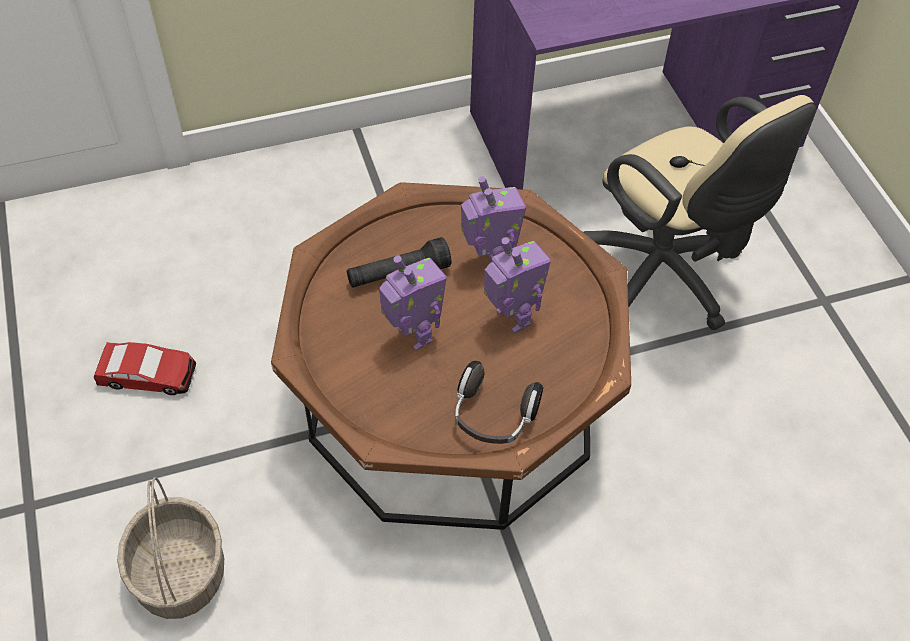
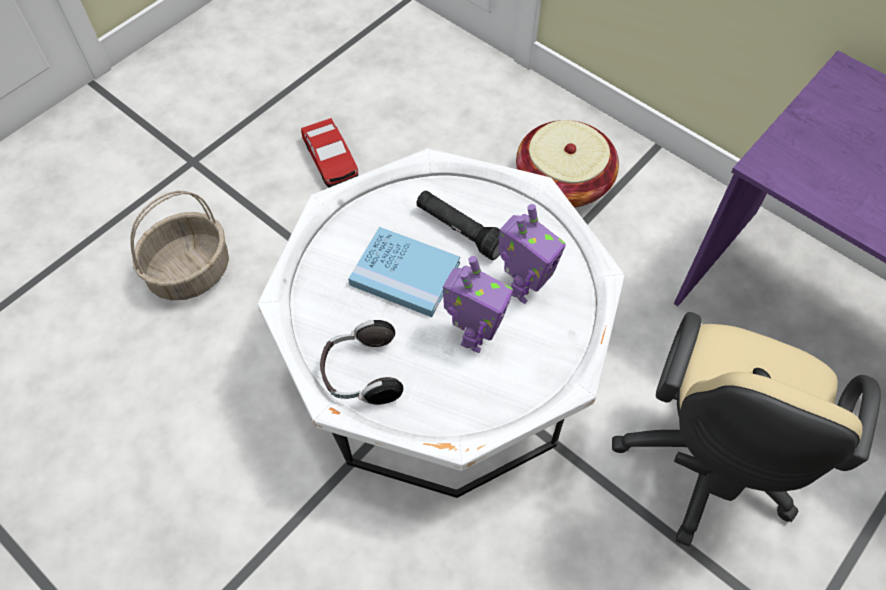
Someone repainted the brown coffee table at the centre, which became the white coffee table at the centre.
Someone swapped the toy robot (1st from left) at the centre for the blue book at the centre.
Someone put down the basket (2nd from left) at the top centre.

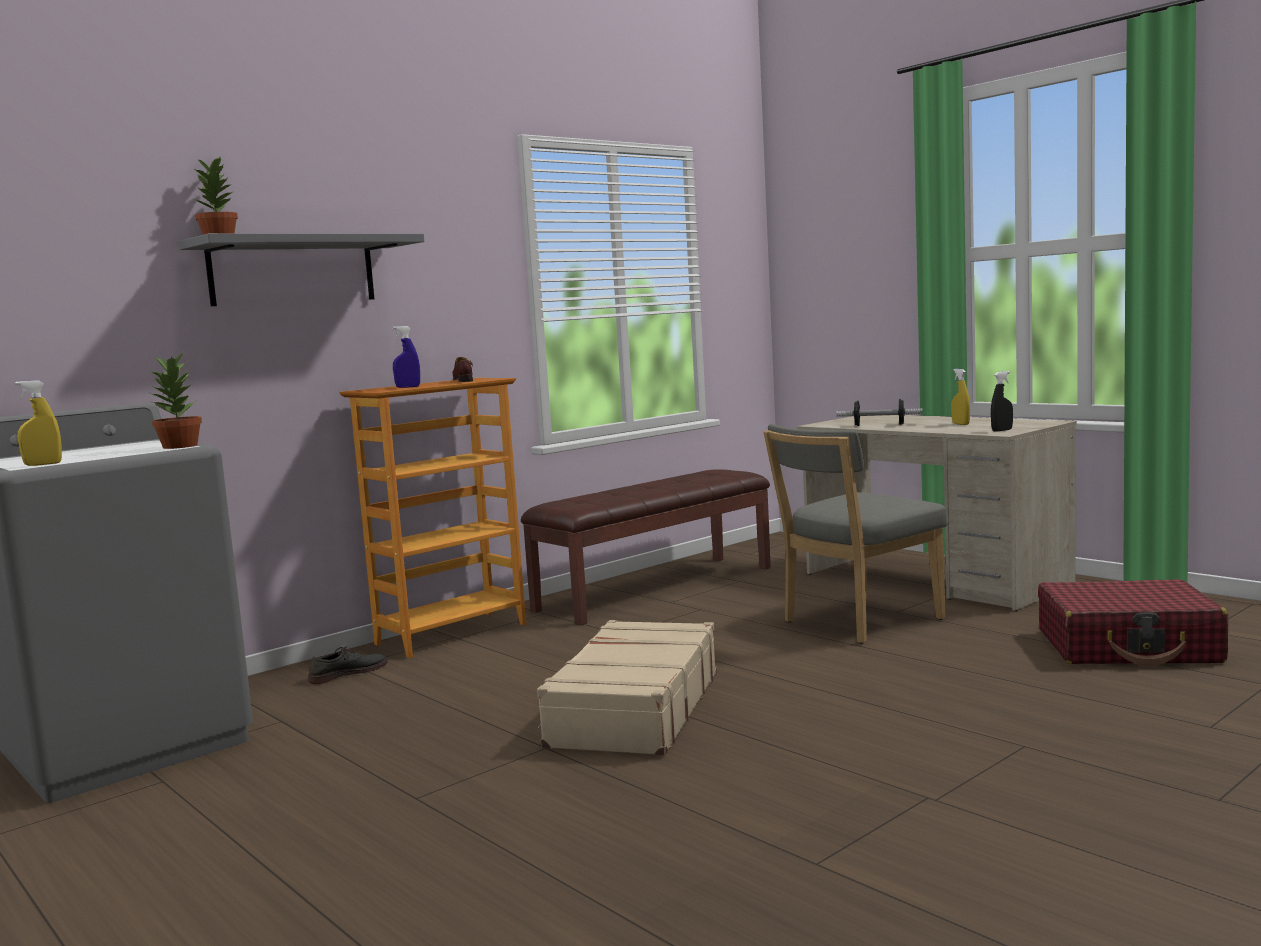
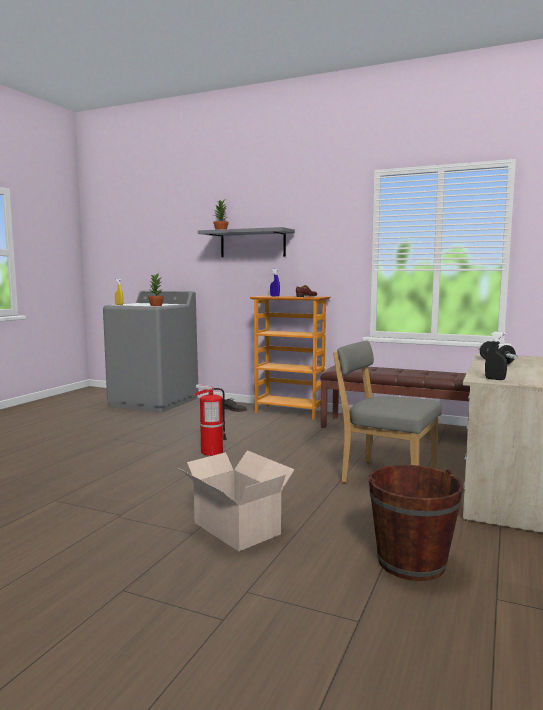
Someone swapped the beige suitcase at the bottom centre for the fire extinguisher at the centre.
Someone took away the yellow spray bottle (2nd from left) at the middle right.
Someone swapped the red suitcase at the middle right for the brown bucket at the bottom right.
Someone put down the cardboard box at the bottom centre.

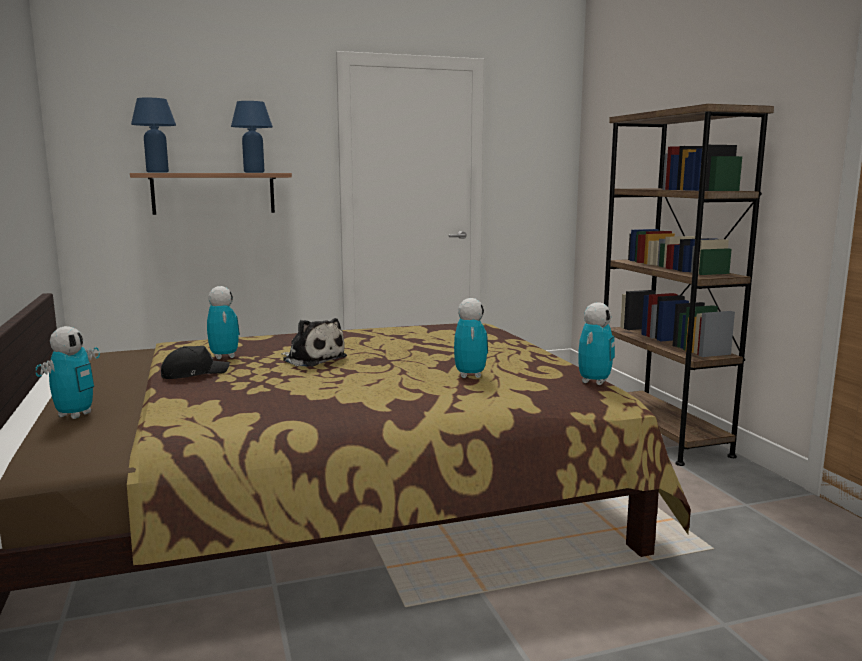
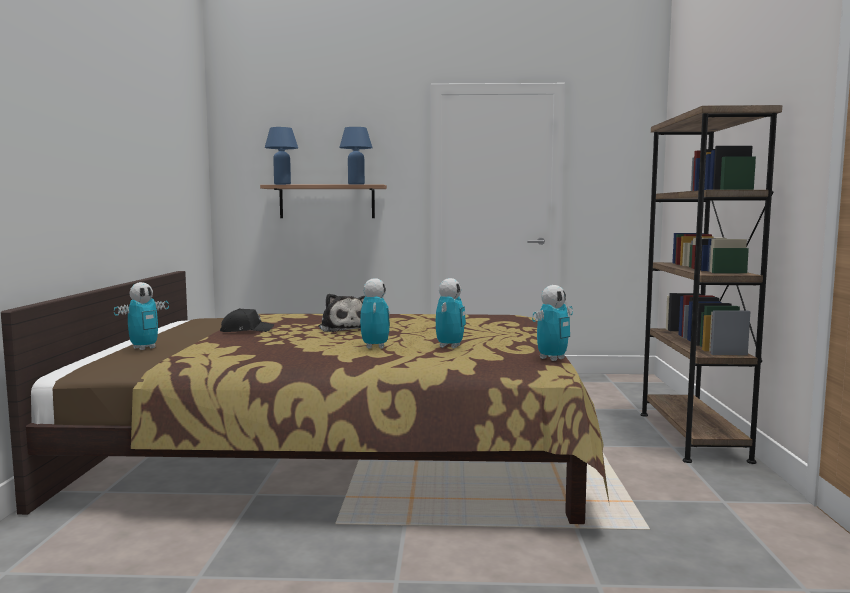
Someone carried the toy robot (2nd from left) from the middle left to the centre.

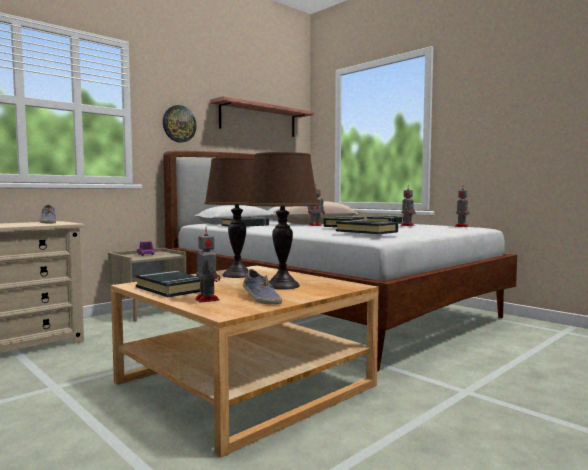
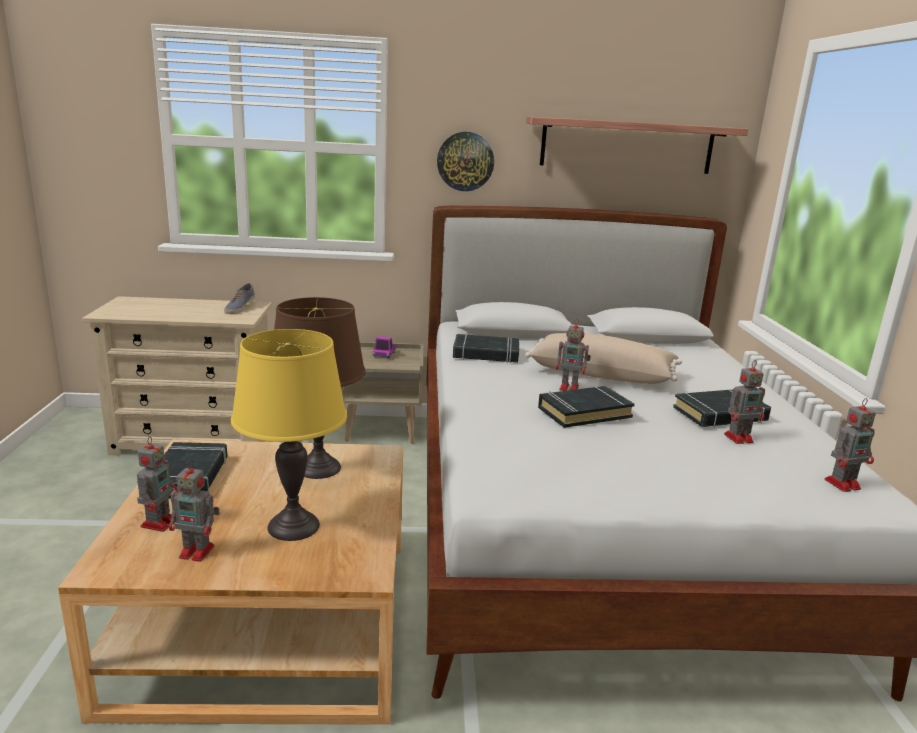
Someone swapped the shoe (2nd from left) at the centre for the toy robot (2nd from left) at the bottom left.
Someone repainted the brown table lamp (2nd from left) at the centre, which became the yellow table lamp at the middle left.
Someone took away the black book (4th from left) at the centre.

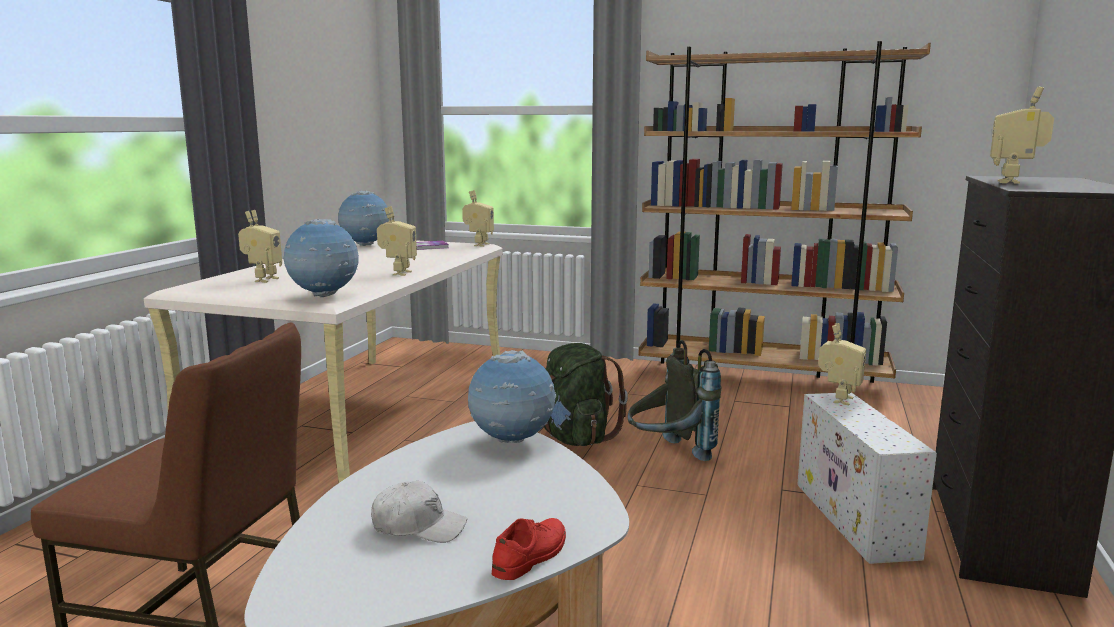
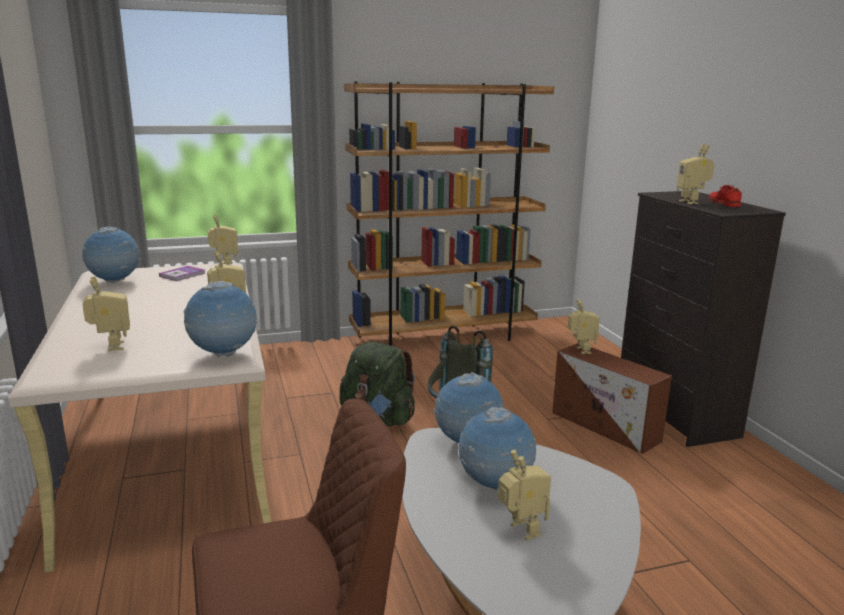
Someone swapped the white cap at the bottom centre for the toy robot (4th from left) at the bottom centre.
Someone carried the red shoe from the bottom centre to the top right.
Someone repainted the white storage box at the bottom right, which became the brown storage box at the middle right.
Someone put down the globe (4th from left) at the bottom centre.

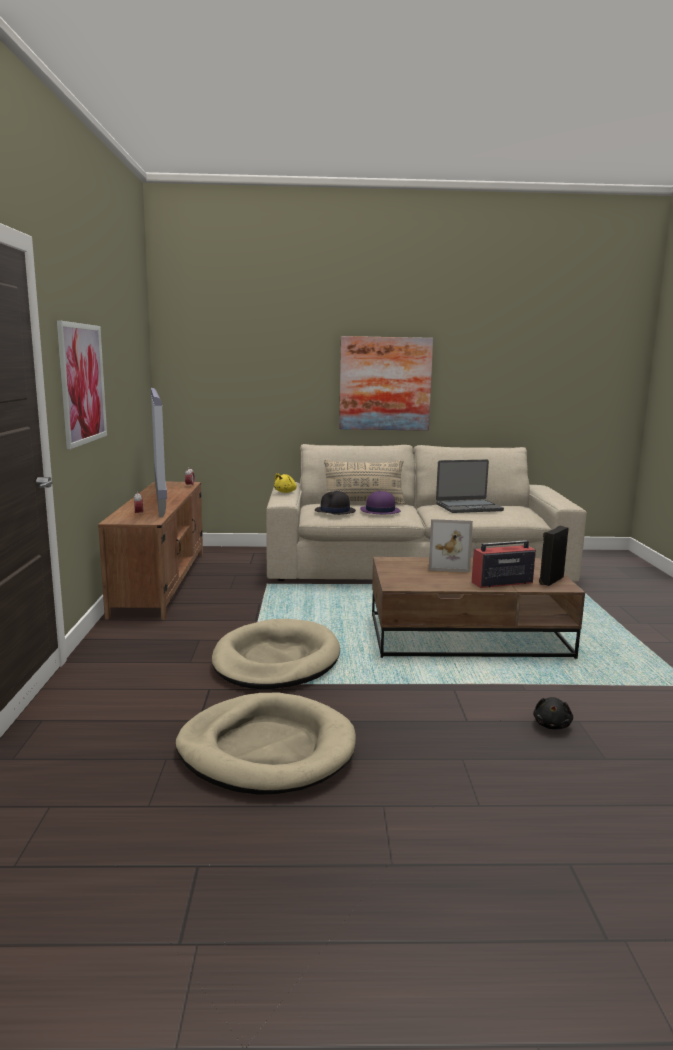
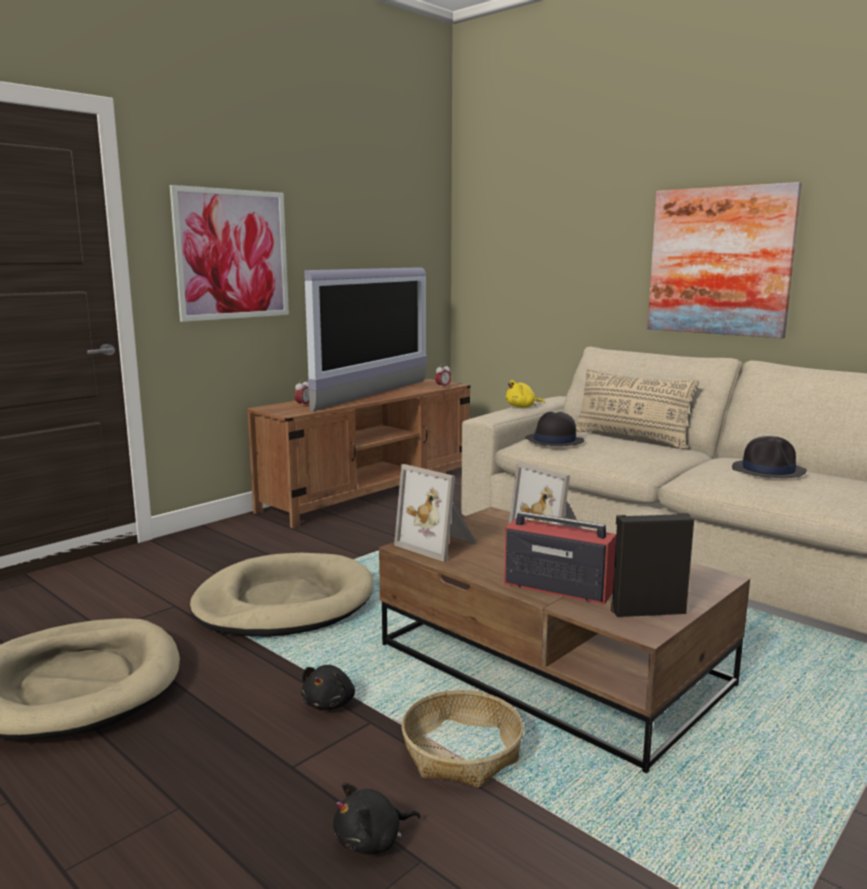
Someone took away the purple hat at the centre.
Someone swapped the laptop at the middle right for the black hat (2nd from left) at the middle right.
Someone put down the black plush toy (1st from left) at the bottom centre.
Someone put down the picture frame (1st from left) at the centre.
Someone put down the basket at the bottom centre.

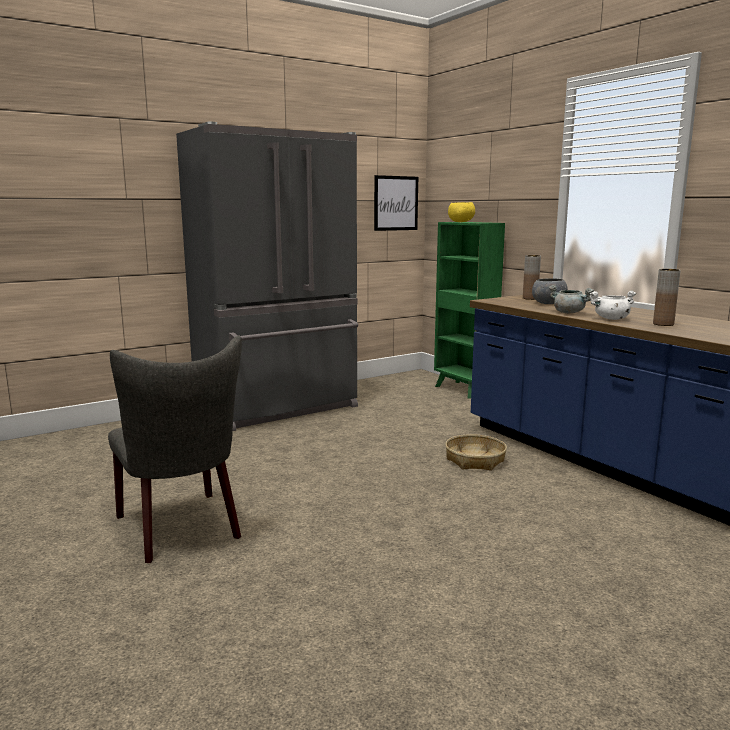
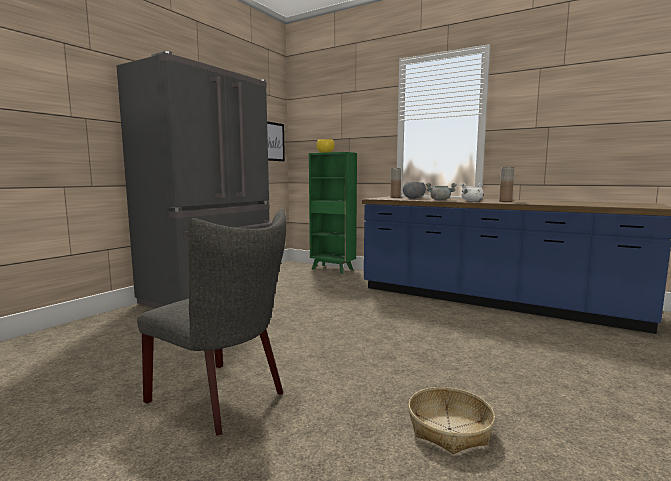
Someone carried the basket from the centre to the bottom right.

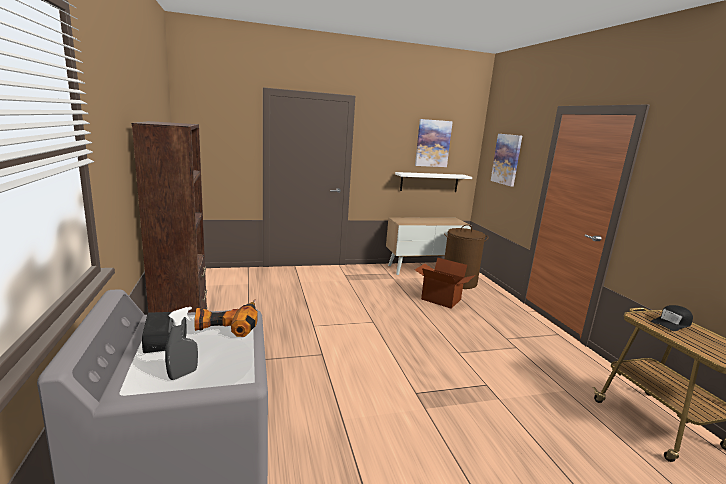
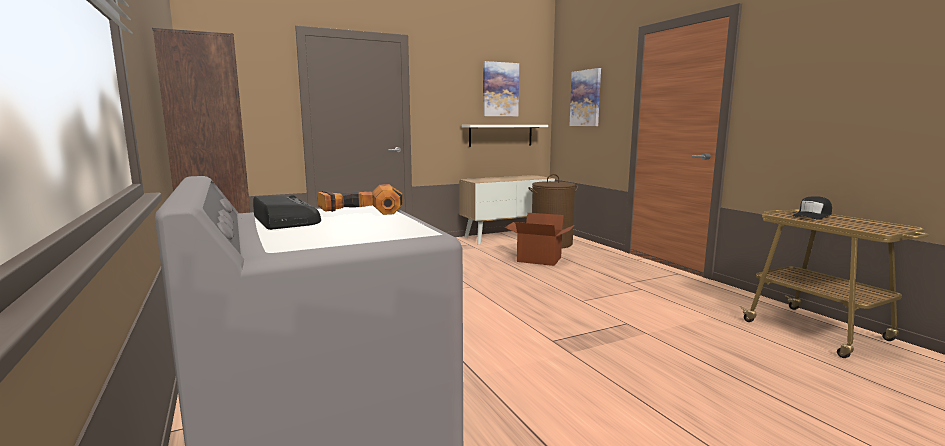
Someone took away the grey spray bottle at the bottom left.

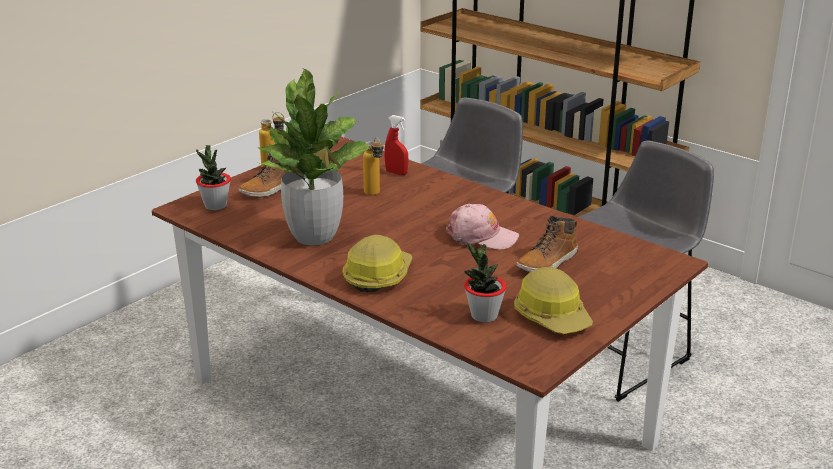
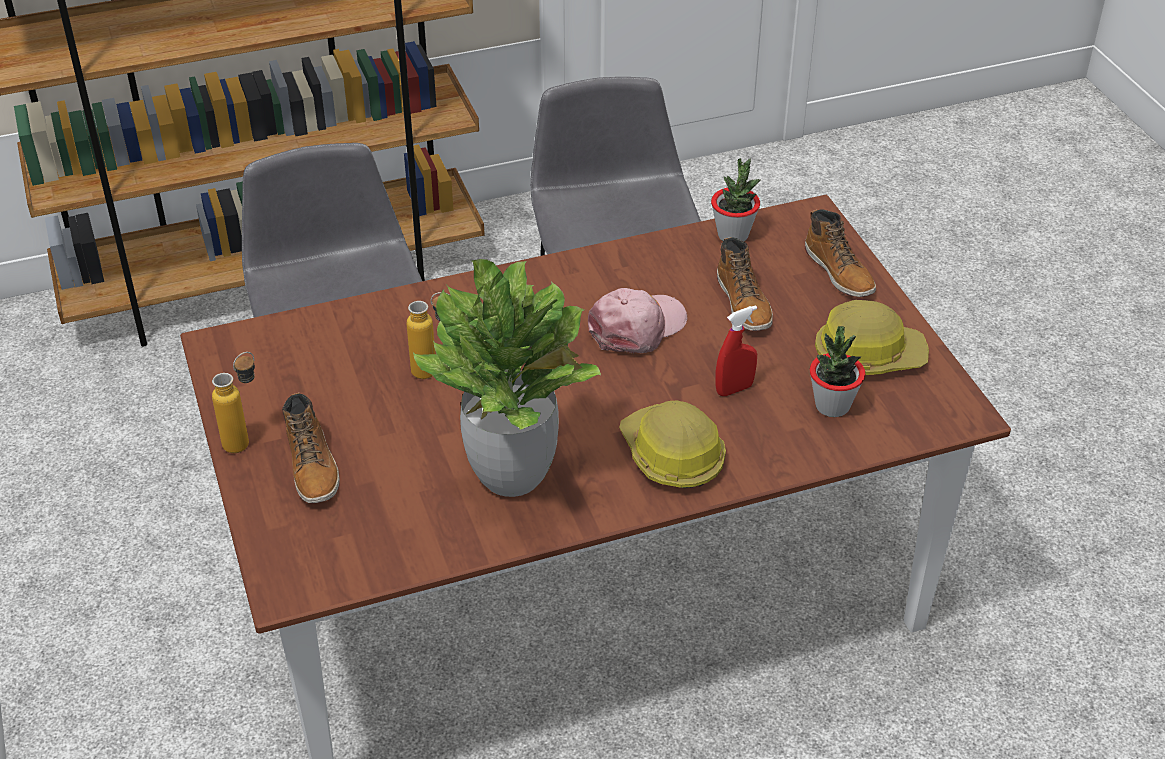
Someone carried the potted plant (1st from left in the first image) from the middle left to the top centre.
Someone carried the red spray bottle from the top centre to the centre.
Someone put down the boot (3rd from left) at the middle right.

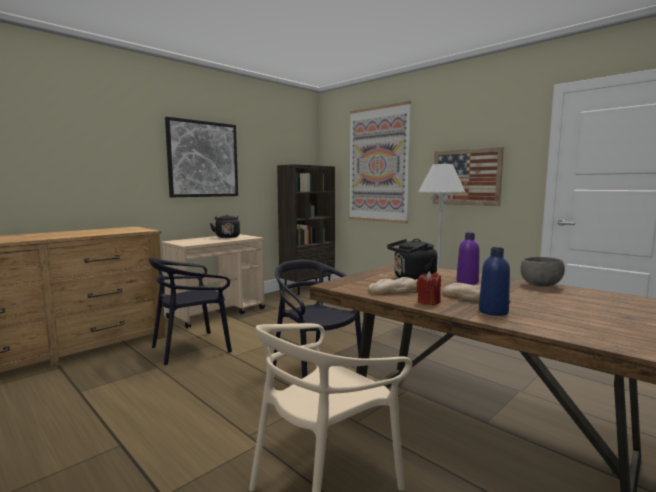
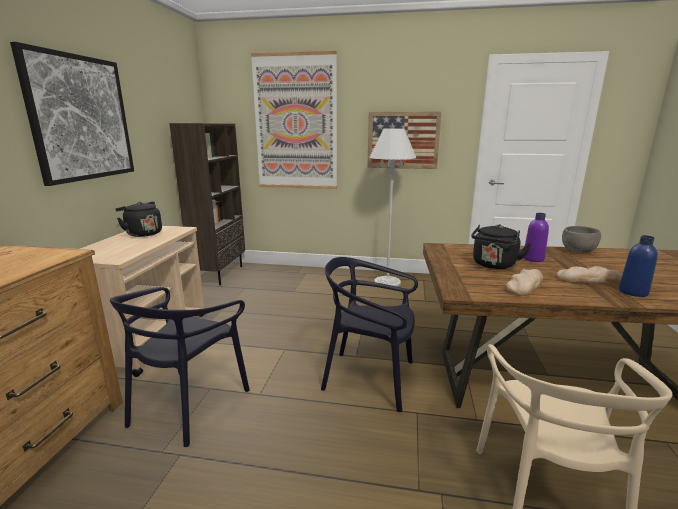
Someone took away the red candle at the centre.

